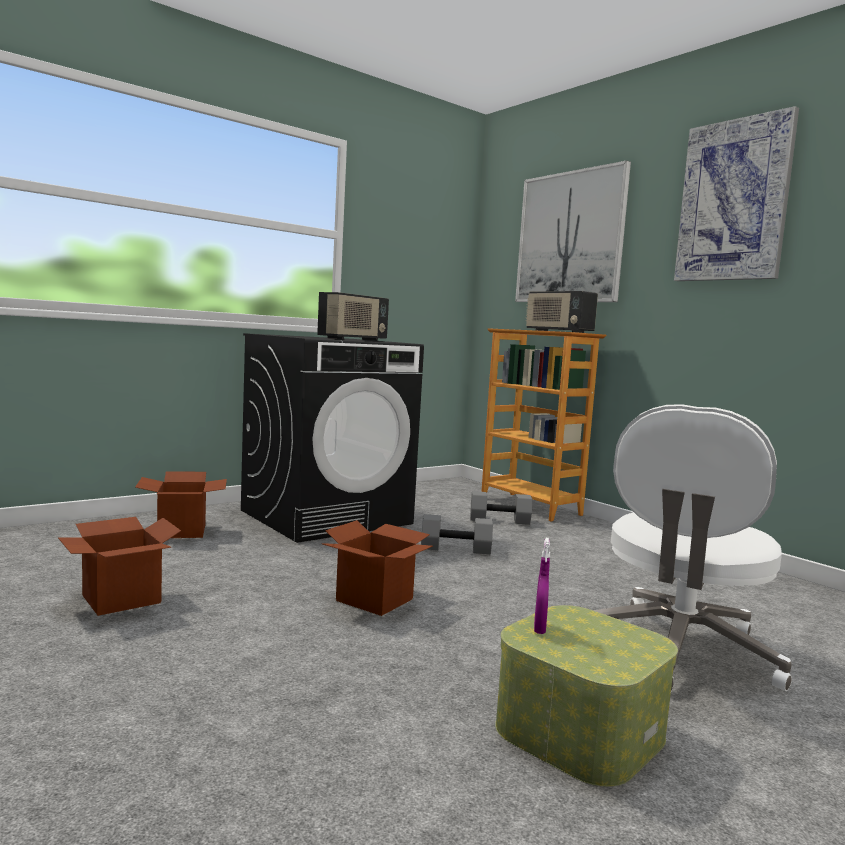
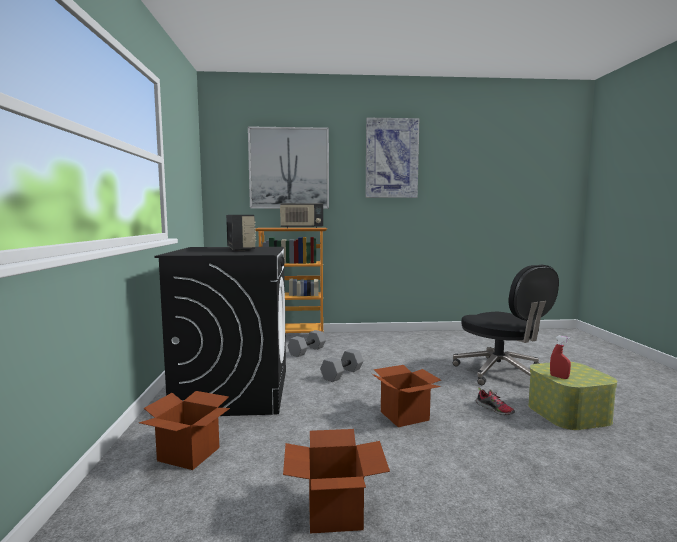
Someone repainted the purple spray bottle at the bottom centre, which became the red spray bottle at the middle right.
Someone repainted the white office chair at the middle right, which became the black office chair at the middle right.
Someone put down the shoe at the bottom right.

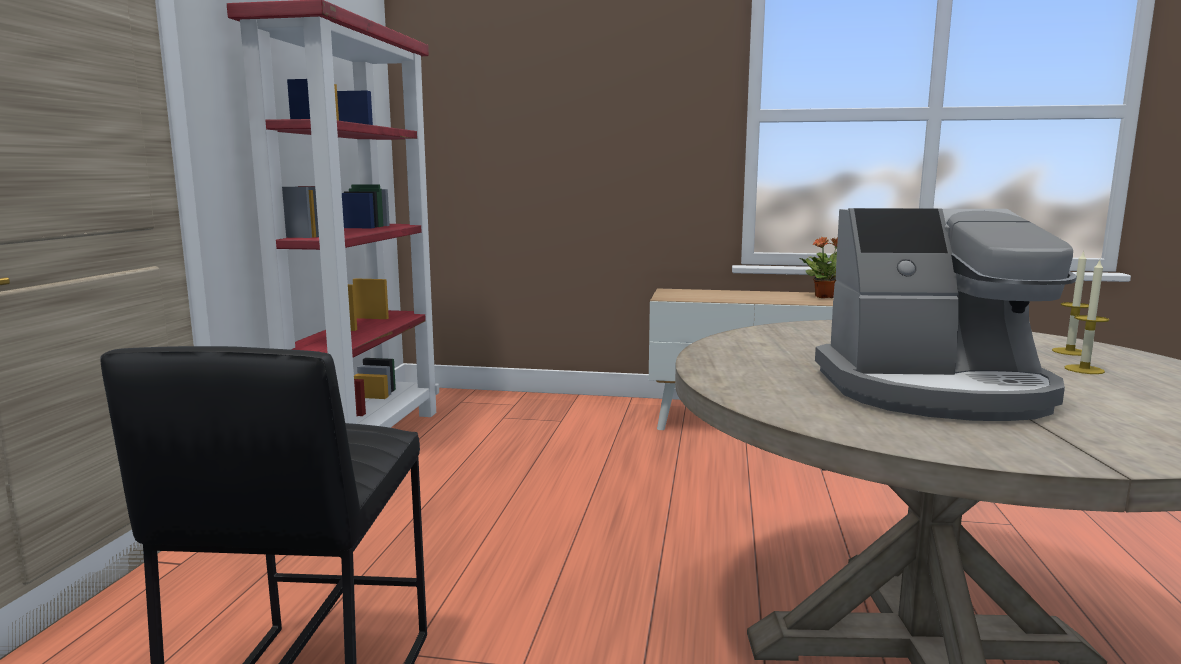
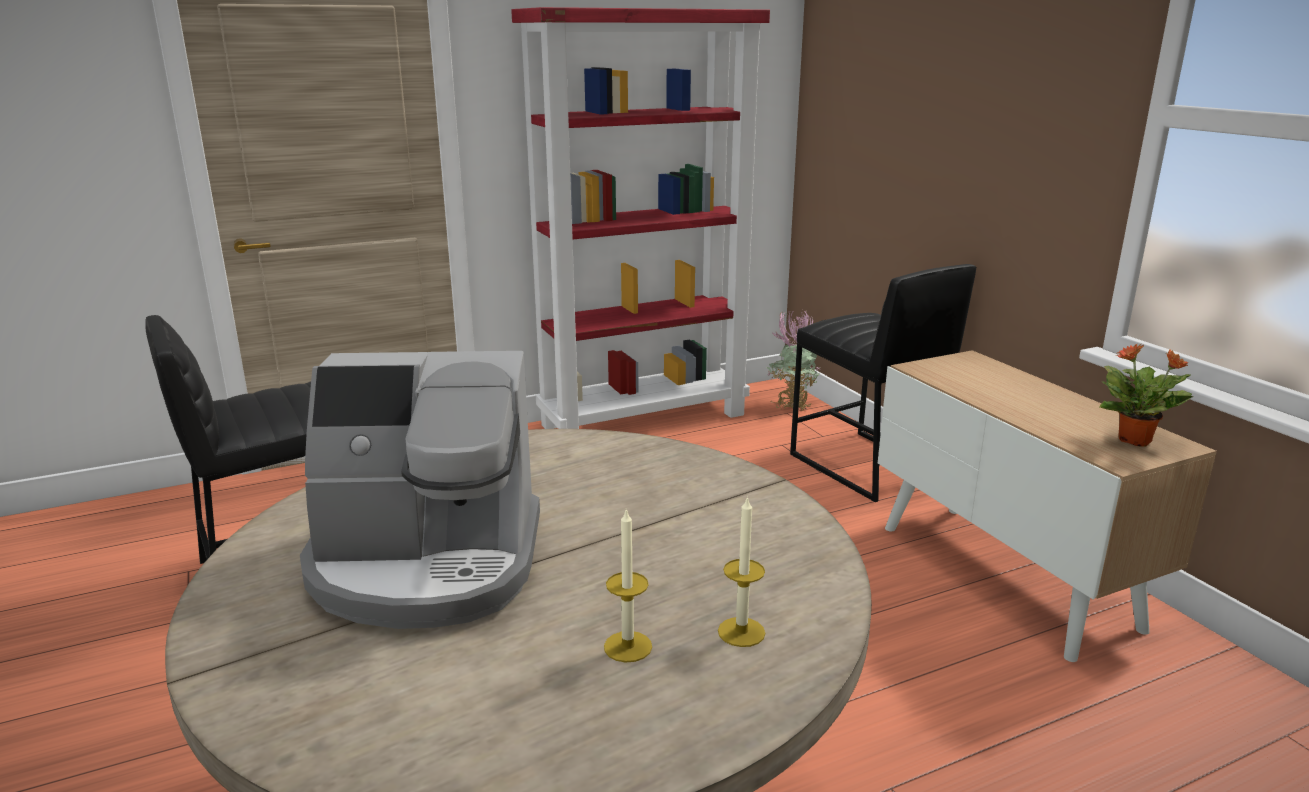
Someone rotated the coffee machine at the middle right by 60 degrees counterclockwise.
Someone put down the potted plant (1st from left) at the centre.
Someone put down the black stool (2nd from left) at the middle right.

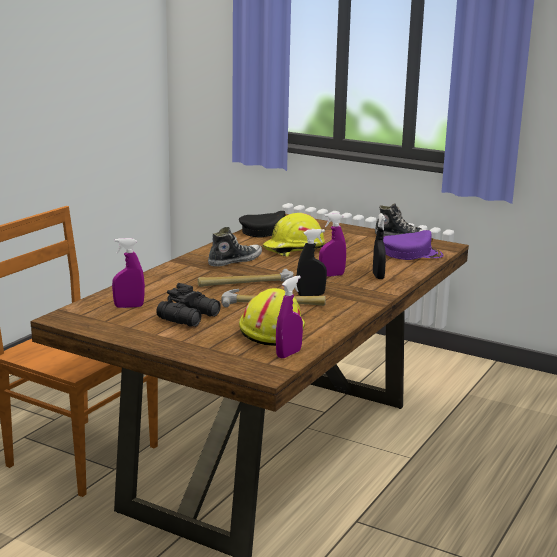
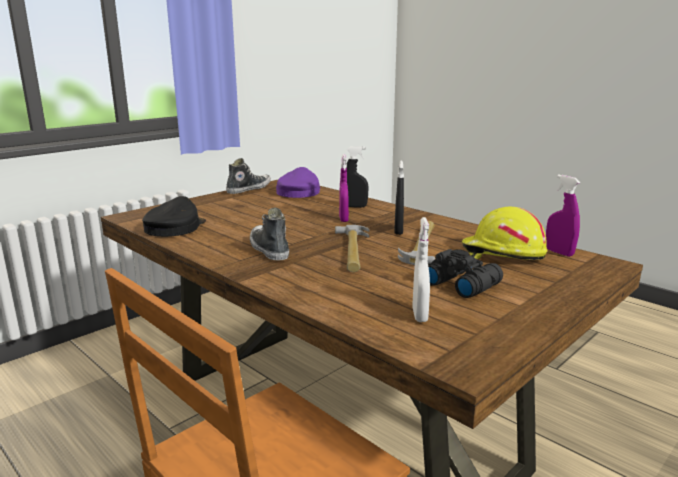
Someone repainted the purple spray bottle (1st from left) at the middle left, which became the white spray bottle at the centre.
Someone took away the yellow hard hat (2nd from left) at the centre.

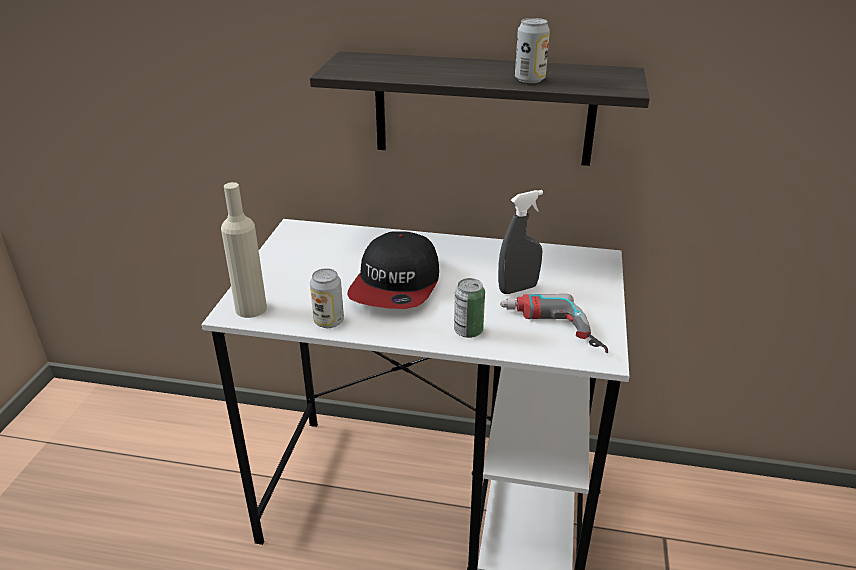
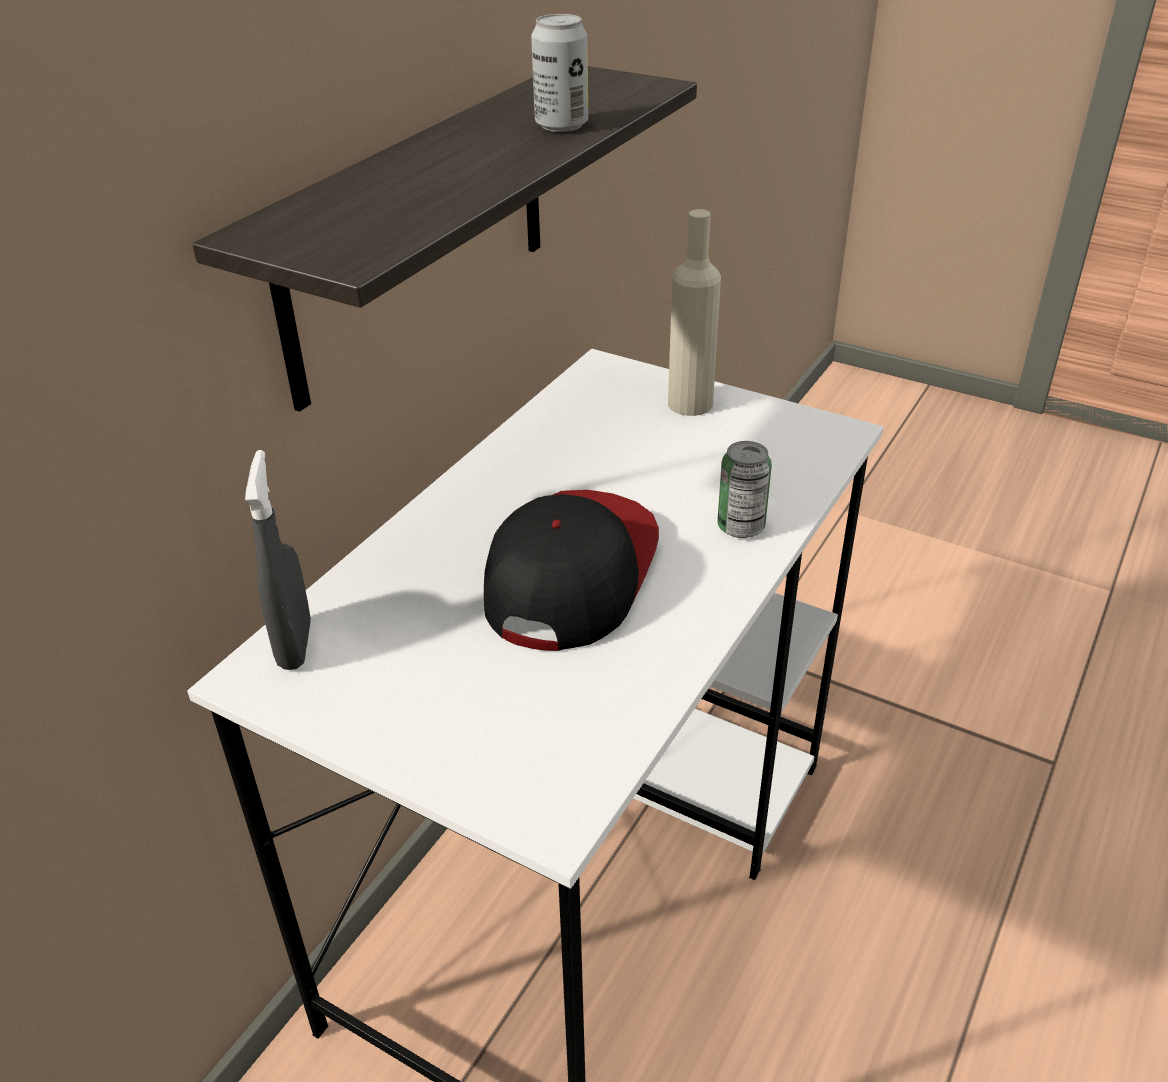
Someone carried the beige bottle from the middle left to the top centre.
Someone took away the can (1st from left) at the centre.
Someone rotated the cap at the centre by 105 degrees counterclockwise.
Someone carried the grey spray bottle from the centre to the middle left.
Someone took away the power drill at the centre.

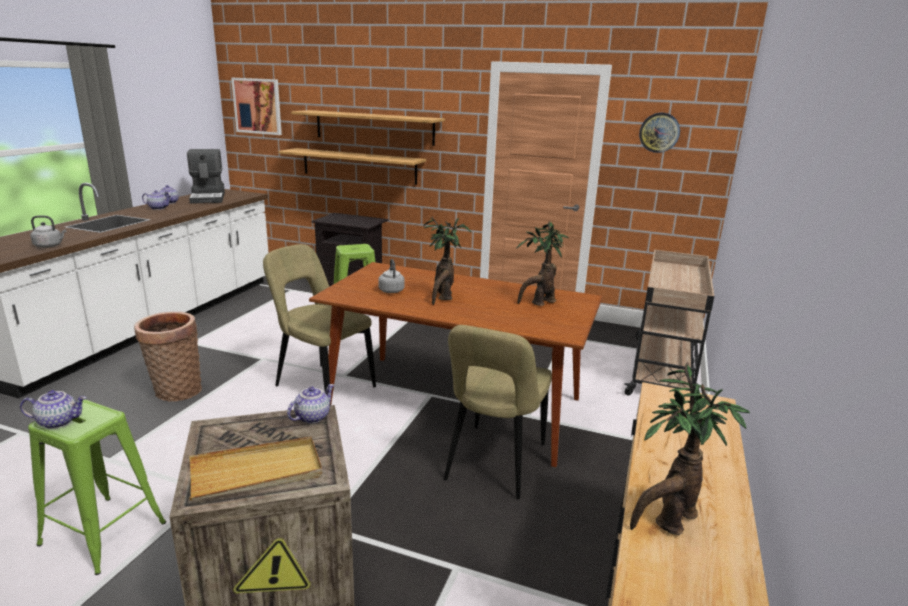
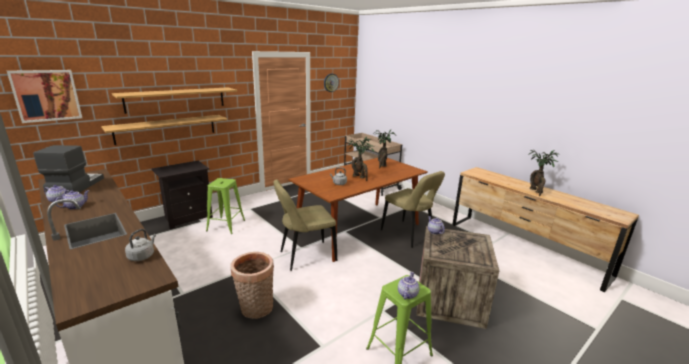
Someone rotated the coffee machine at the top left by 105 degrees counterclockwise.
Someone took away the beige tray at the bottom left.

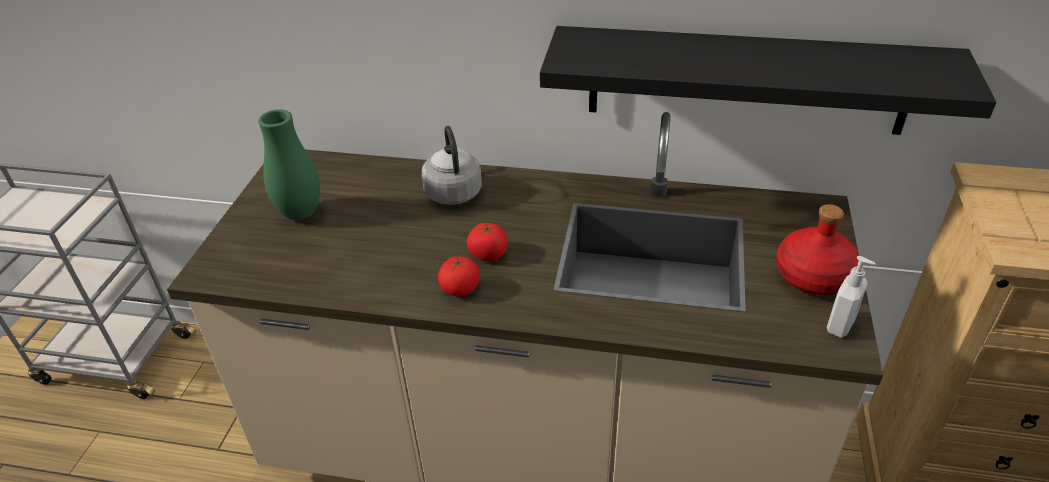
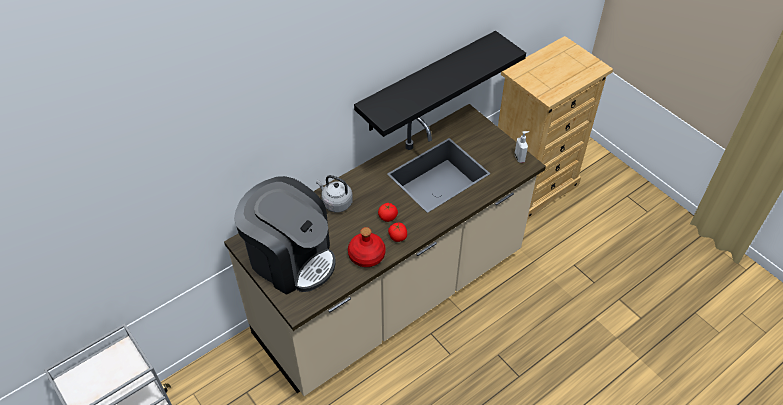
Someone swapped the green vase at the middle left for the coffee machine at the centre.
Someone carried the red bottle from the middle right to the centre.

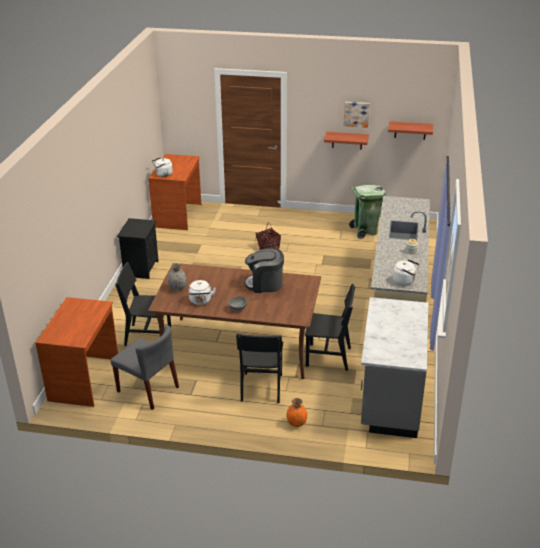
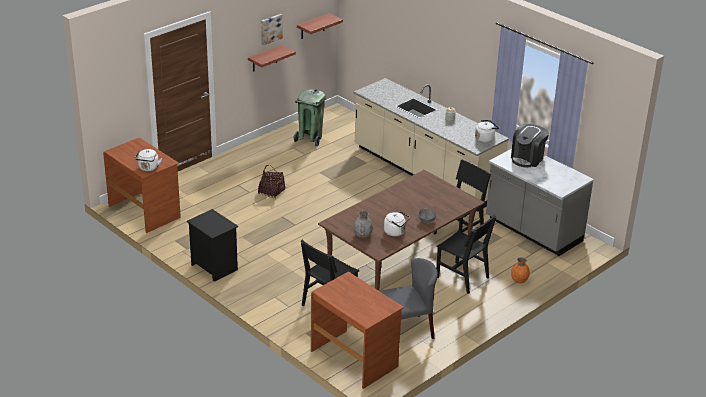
Someone carried the coffee machine from the centre to the middle right.

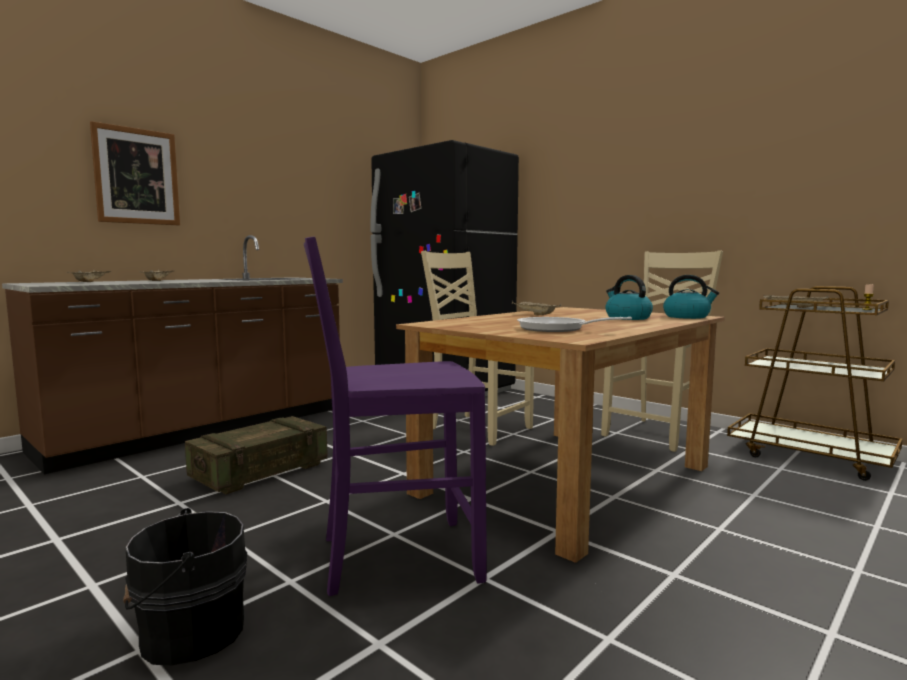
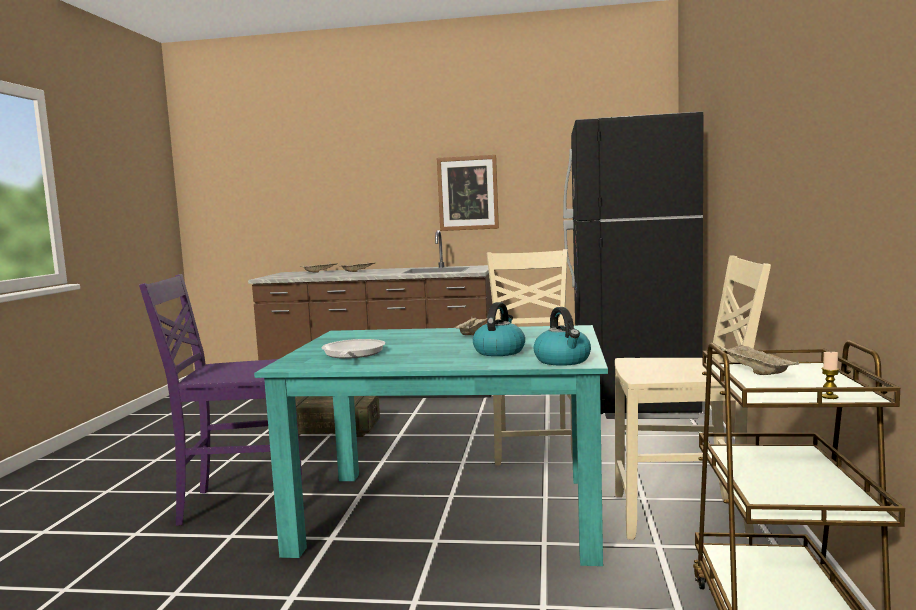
Someone carried the picture from the top left to the top centre.
Someone took away the black bucket at the bottom left.
Someone rotated the purple chair at the centre by 45 degrees counterclockwise.
Someone repainted the brown dining table at the centre, which became the turquoise dining table at the bottom centre.

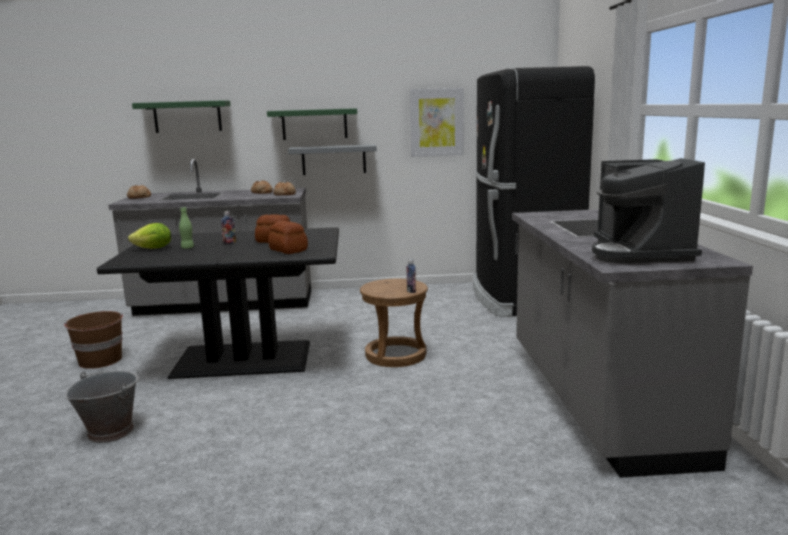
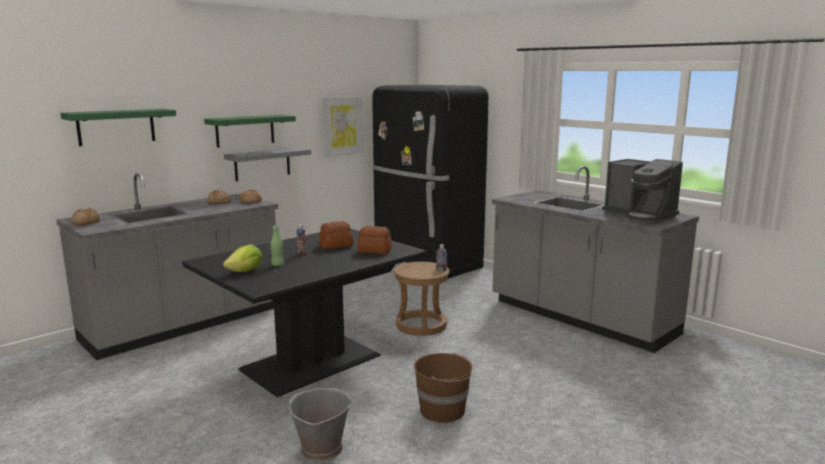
Someone carried the brown bucket from the middle left to the bottom centre.

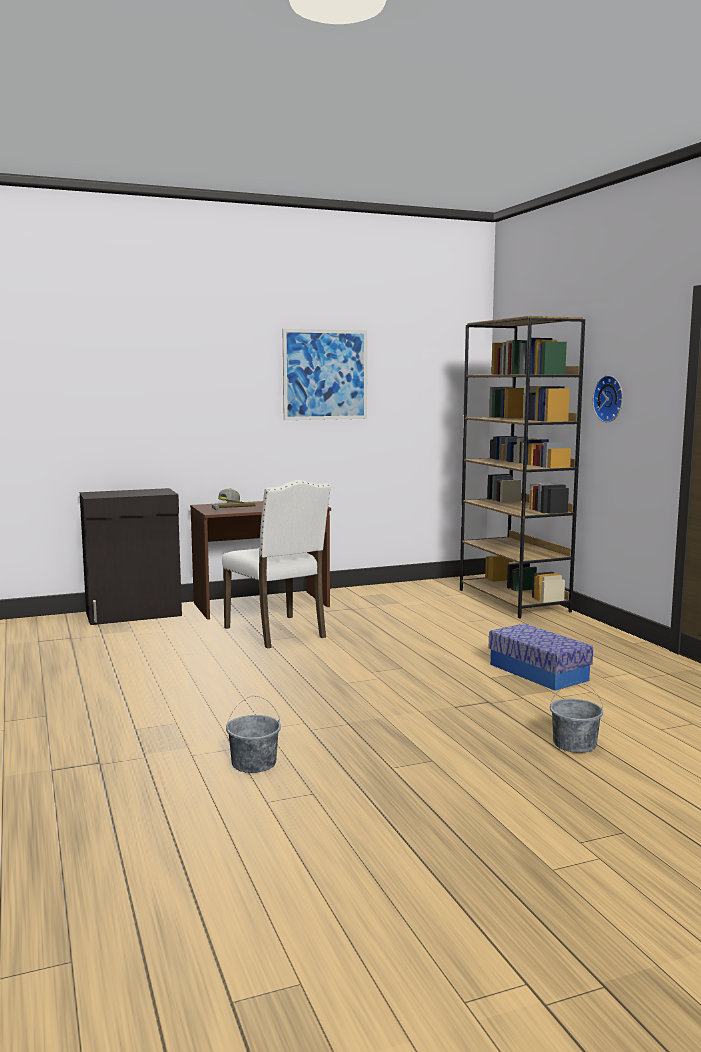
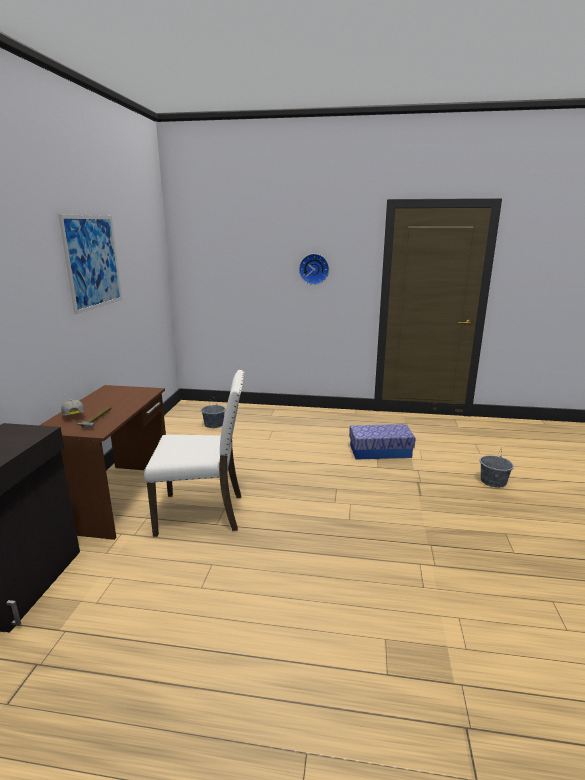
Someone carried the grey bucket (1st from left) from the bottom centre to the centre.
Someone took away the brown bookcase at the middle right.

